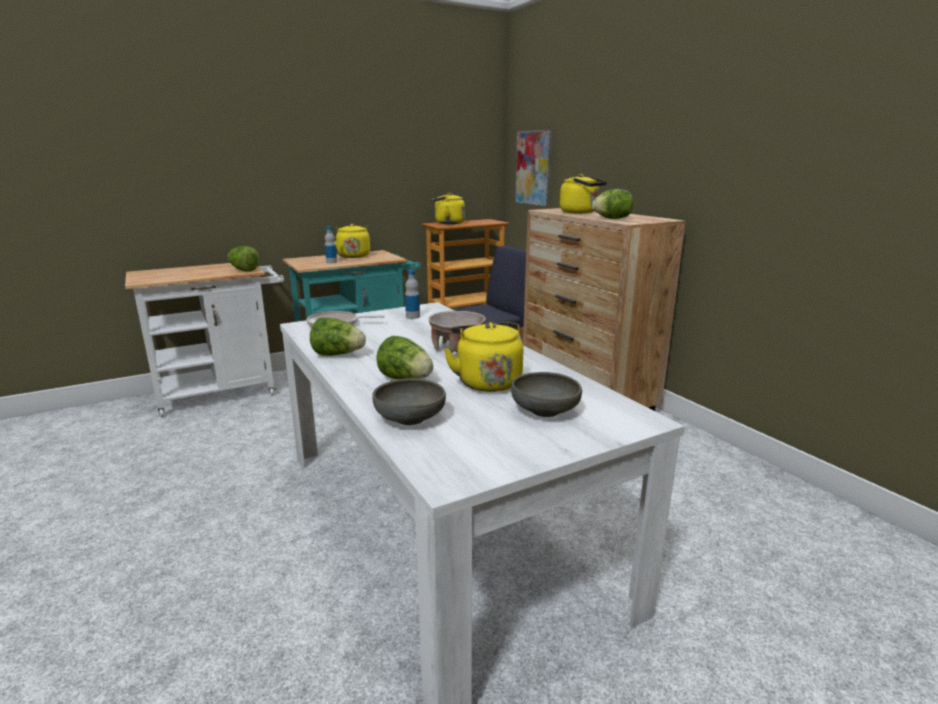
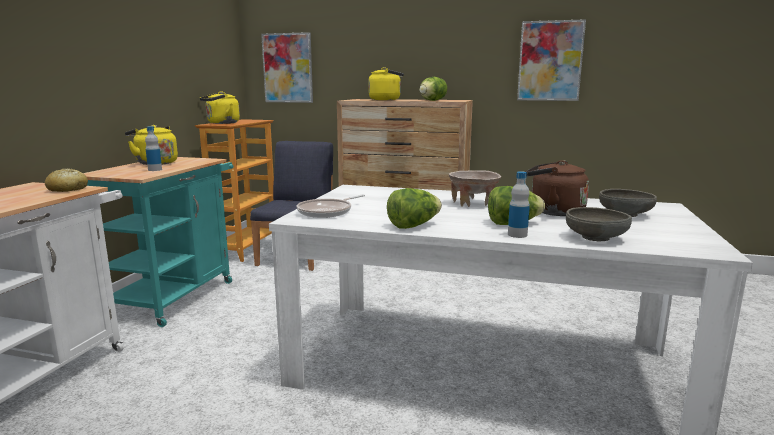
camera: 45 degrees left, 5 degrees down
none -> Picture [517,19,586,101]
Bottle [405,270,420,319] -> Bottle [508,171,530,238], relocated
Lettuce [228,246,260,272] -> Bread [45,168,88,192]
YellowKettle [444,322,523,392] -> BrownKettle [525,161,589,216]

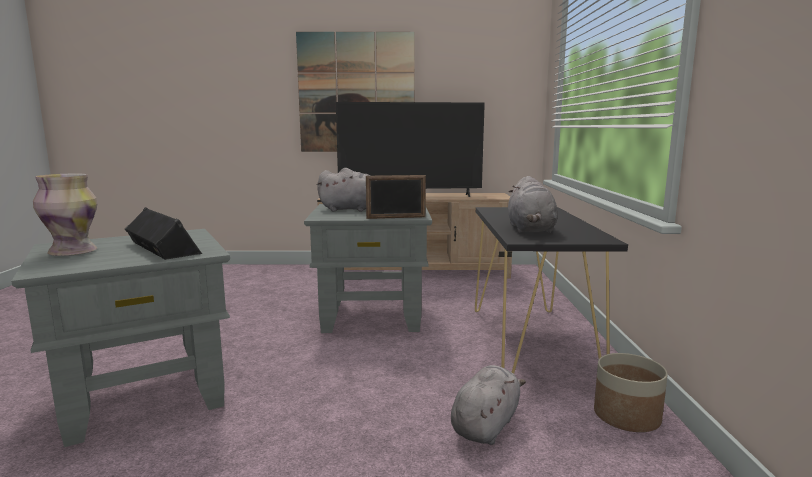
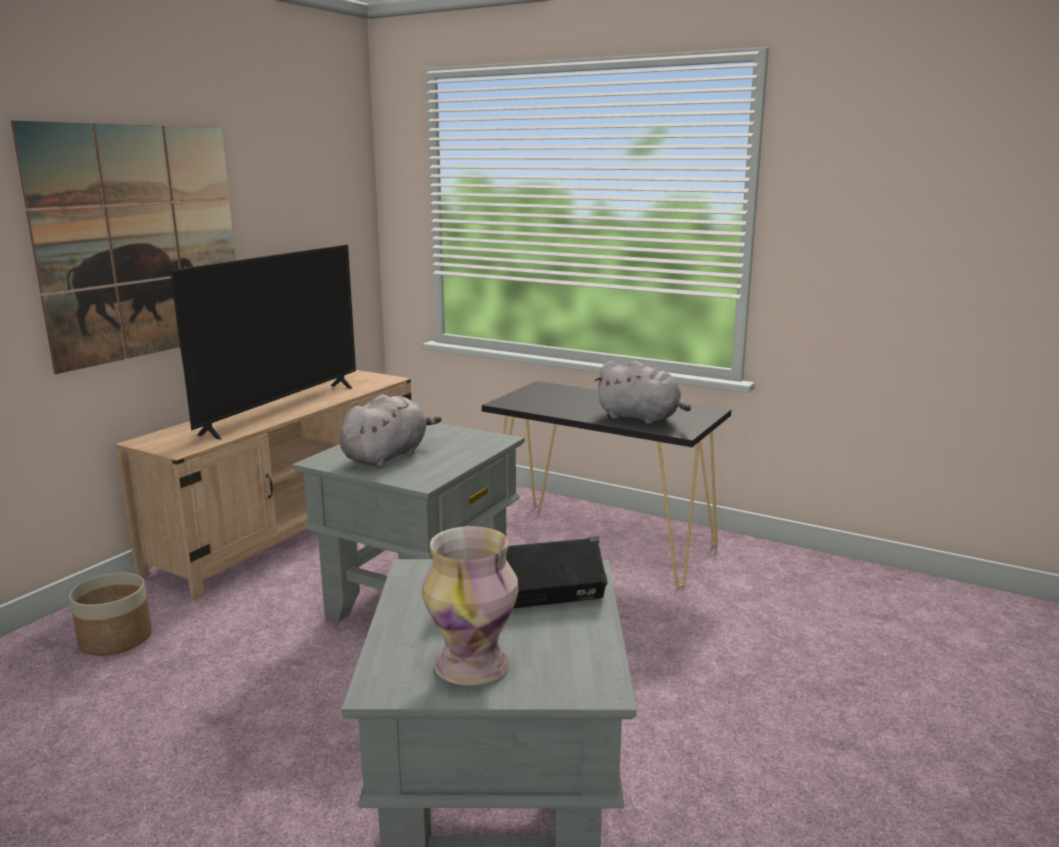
camera: 60 degrees left, 5 degrees up
PictureFrame [366,175,426,219] -> none
GreyPlushToy [451,365,526,445] -> none
Planter [594,353,668,432] -> Planter [69,572,152,656], relocated

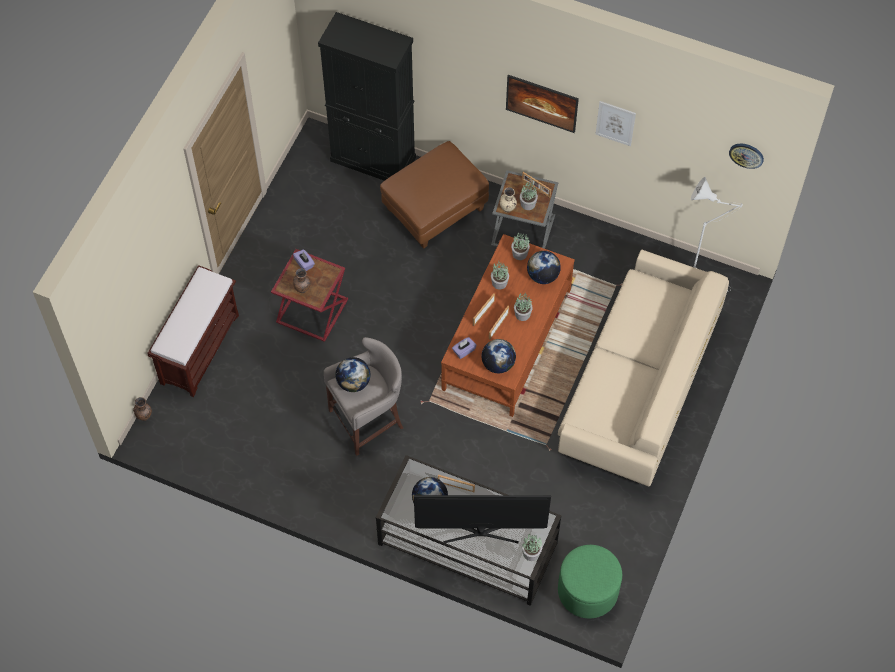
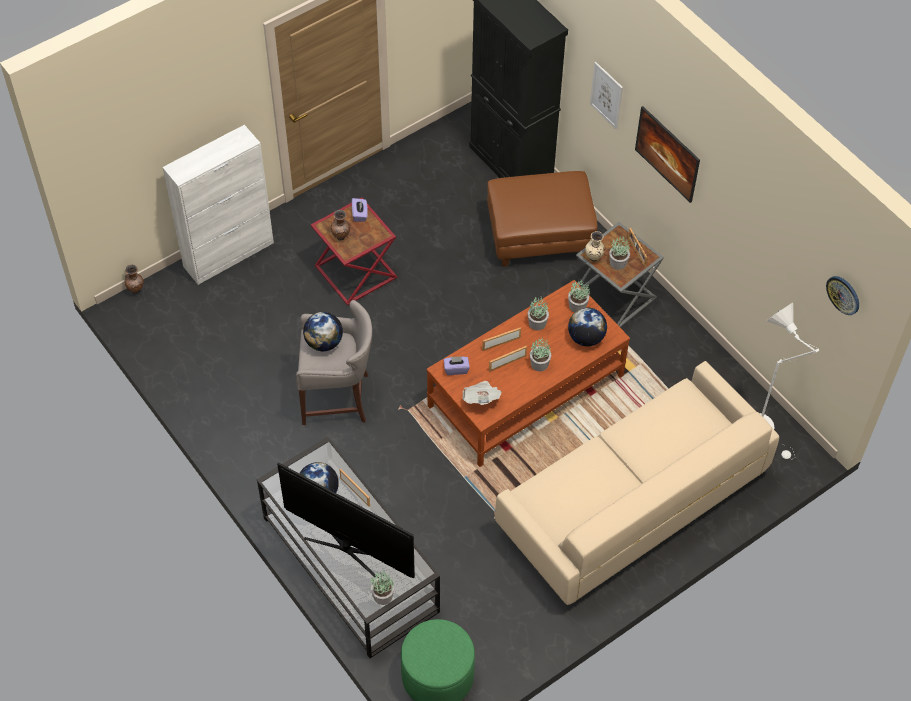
camera: 30 degrees right, 5 degrees down
Picture [596,101,636,146] -> Picture [590,62,623,129], relocated
BrownBench [147,265,239,397] -> WhiteCabinet [163,125,274,285]
Globe [481,339,516,373] -> Newspaper [462,381,502,405]

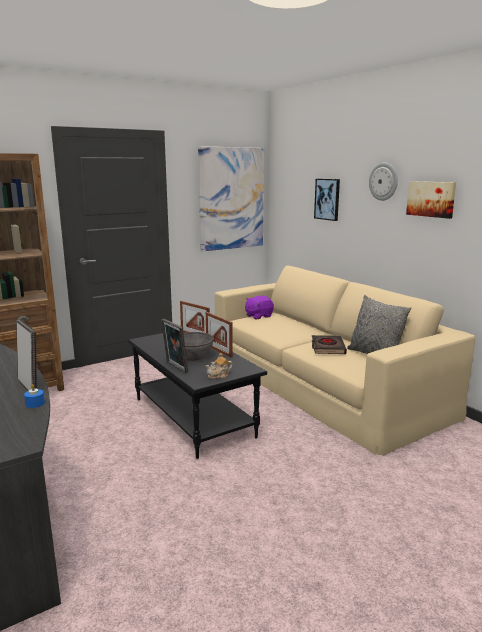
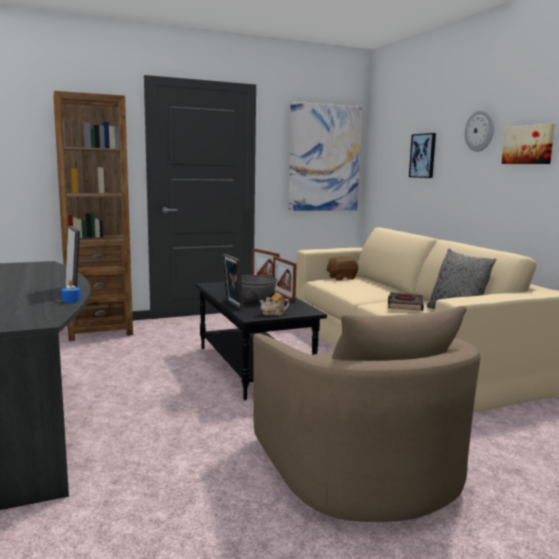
camera: 10 degrees right, 5 degrees down
none -> BeigeArmchair [253,306,480,522]
PurplePlushToy [245,296,274,319] -> BrownPlushToy [326,256,358,280]

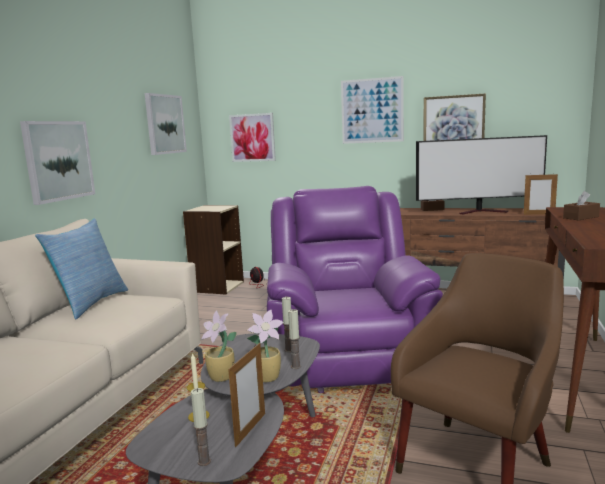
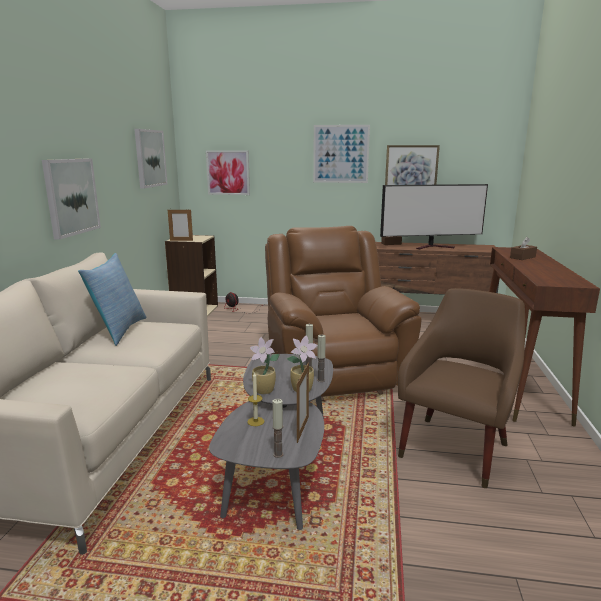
camera: 10 degrees left, 5 degrees up
PictureFrame [524,173,558,215] -> PictureFrame [168,209,193,241], relocated
PurpleArmchair [267,186,443,393] -> BrownArmchair [265,226,421,401]

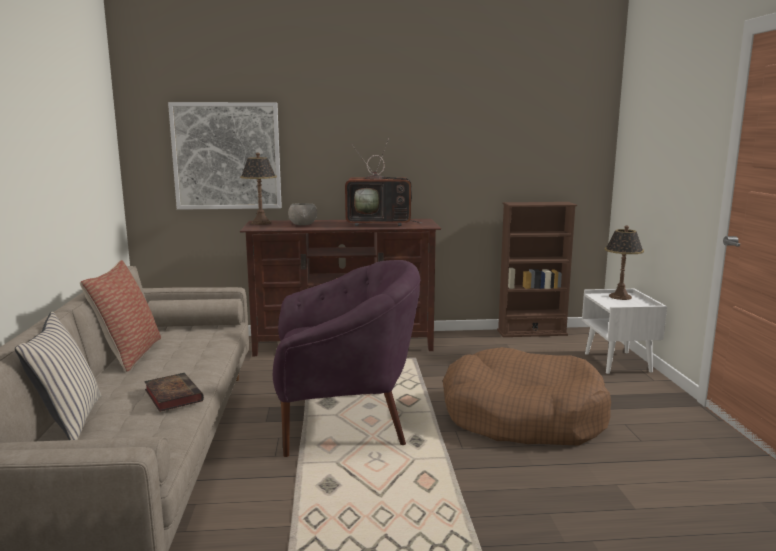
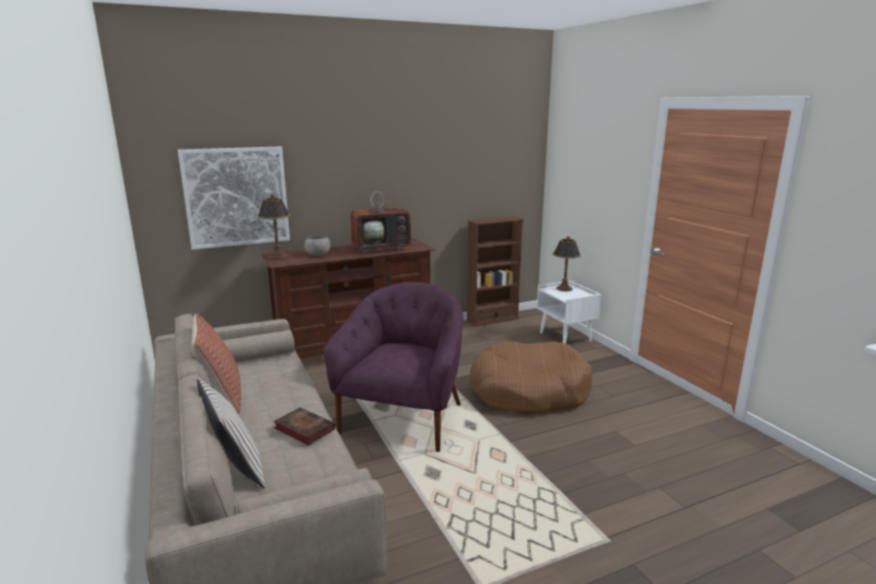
camera: 20 degrees left, 5 degrees up
PurpleArmchair [273,260,420,457] -> PurpleArmchair [323,282,464,452], 45 degrees counterclockwise

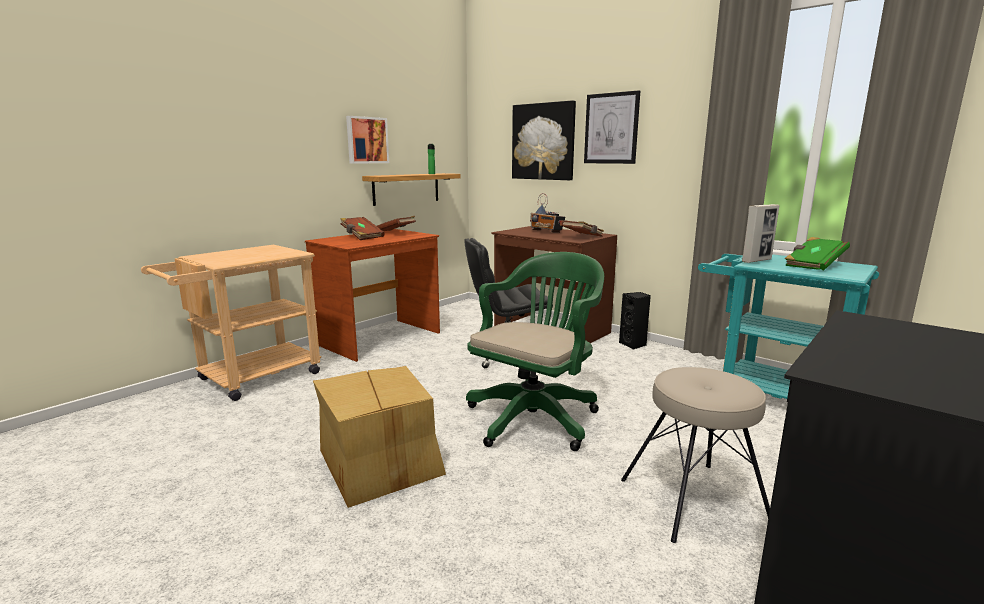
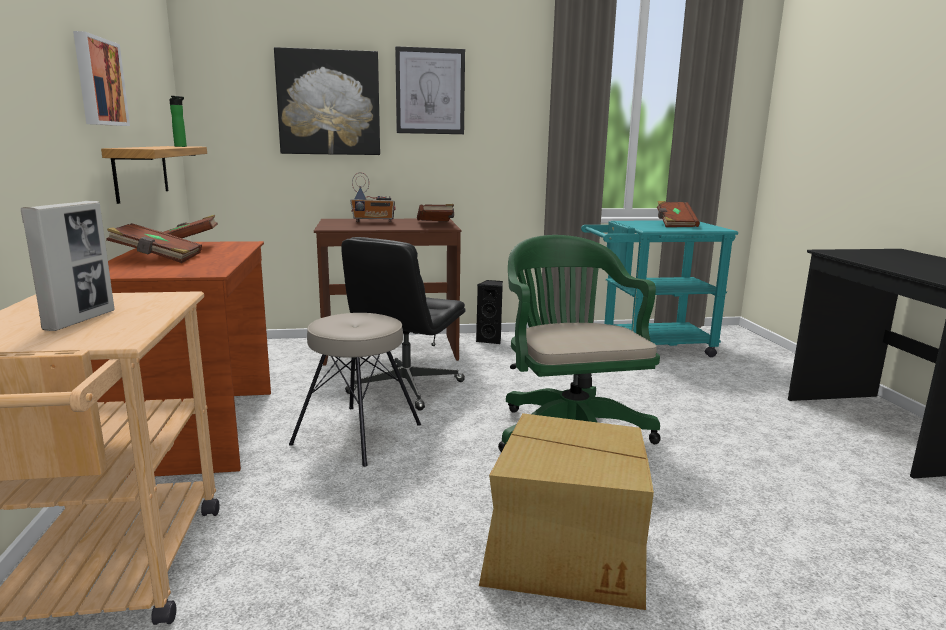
camera: 50 degrees left, 0 degrees up
BeigeStool [621,367,770,543] -> BeigeStool [289,313,421,467], relocated
PictureFrame [742,204,779,263] -> PictureFrame [21,201,115,331], relocated
GreenBook [785,237,850,270] -> BrownBook [657,201,700,227]

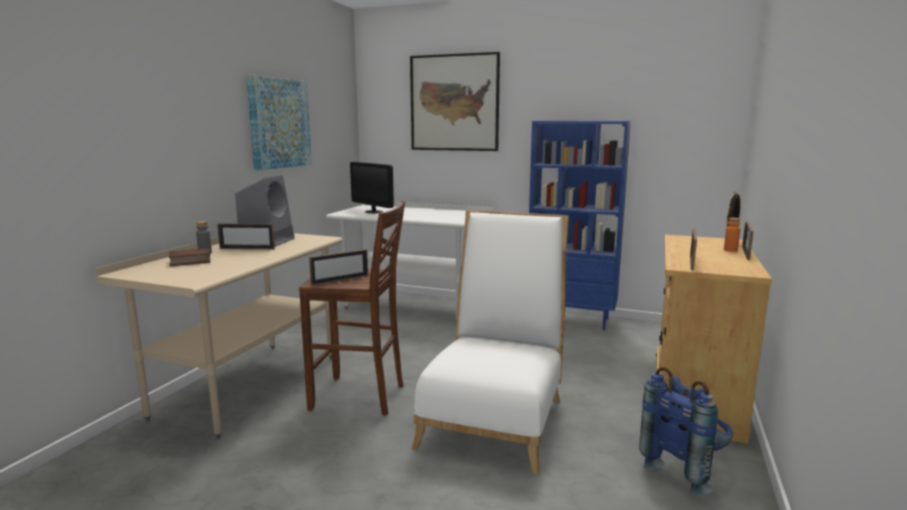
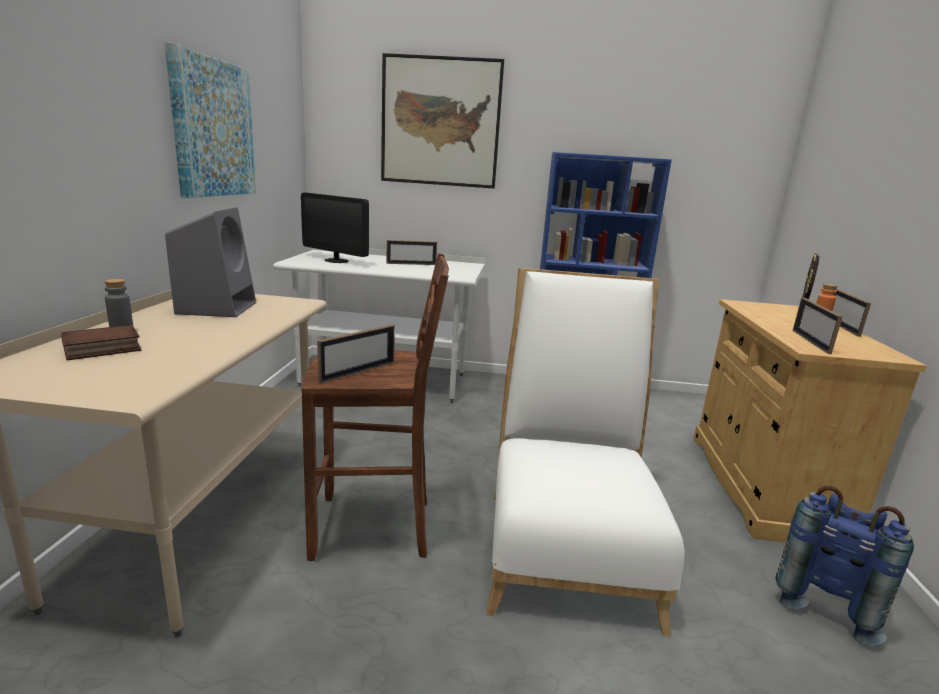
camera: 15 degrees left, 5 degrees up
PictureFrame [217,223,275,249] -> PictureFrame [386,240,437,265], relocated

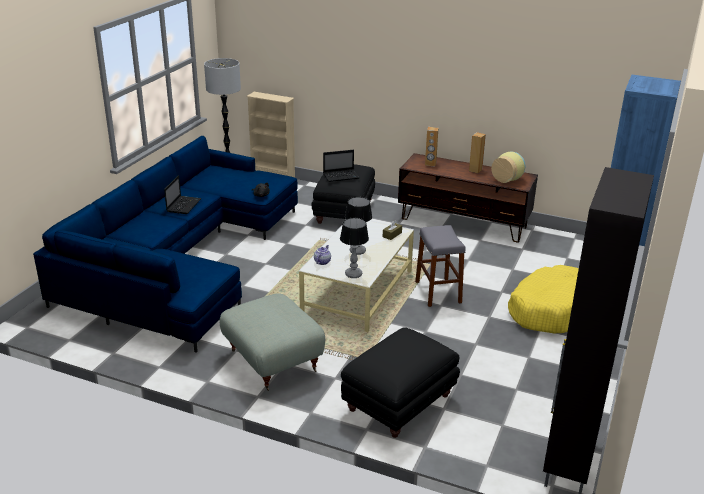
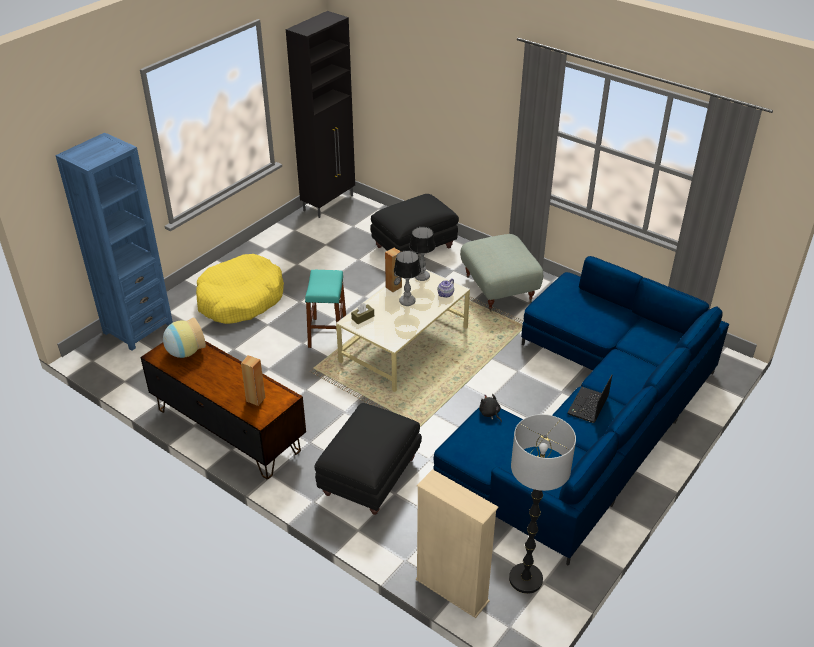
camera: 165 degrees left, 10 degrees up
Laptop [323,150,359,182] -> none
BrownSpeaker [469,132,486,173] -> BrownSpeaker [385,248,402,292], relocated
GreyStool [415,225,465,307] -> TurquoiseStool [305,270,346,348]

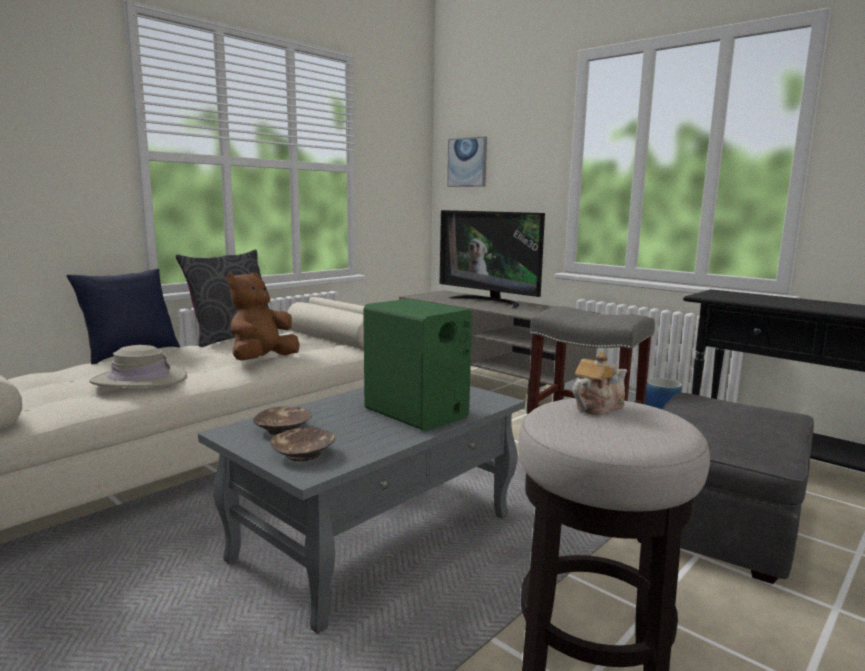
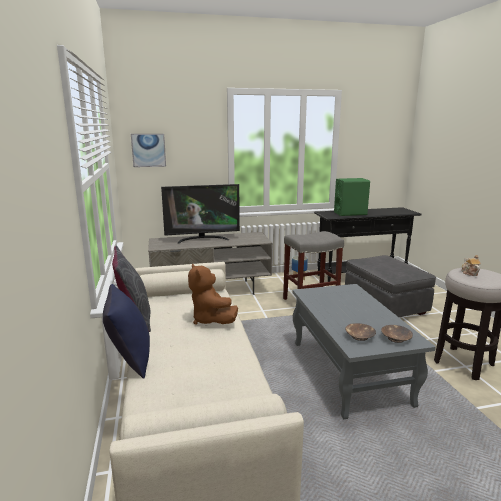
camera: 55 degrees left, 5 degrees up
BeigeHat [89,345,187,387] -> none
GreenSpeaker [363,299,472,431] -> GreenSpeaker [334,178,370,216], relocated

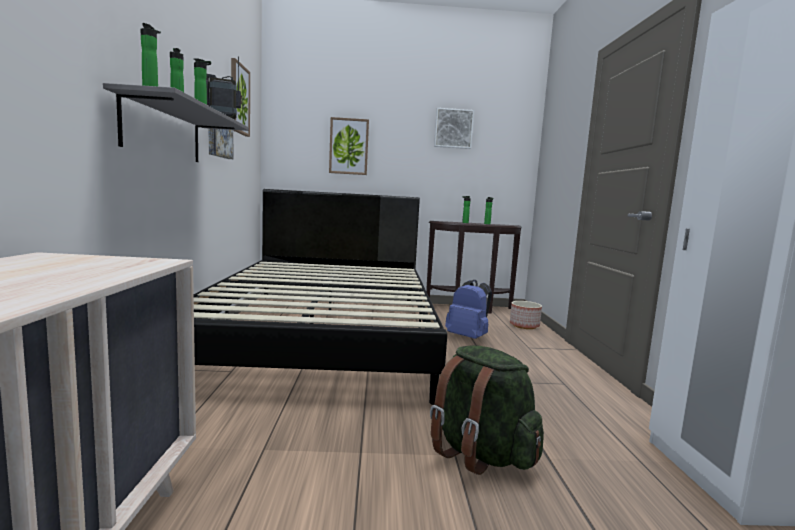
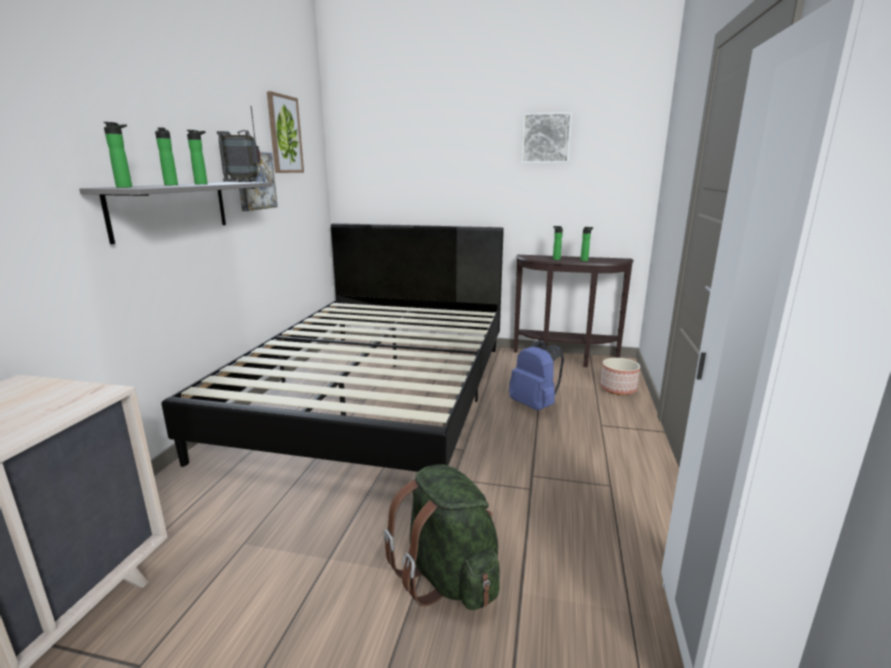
camera: 15 degrees right, 10 degrees up
Picture [329,117,369,175] -> none

